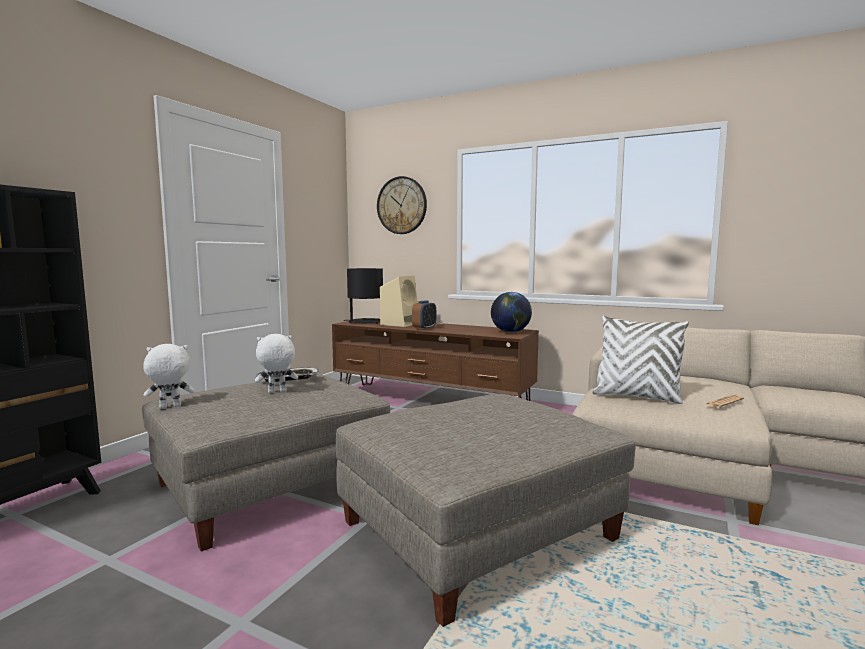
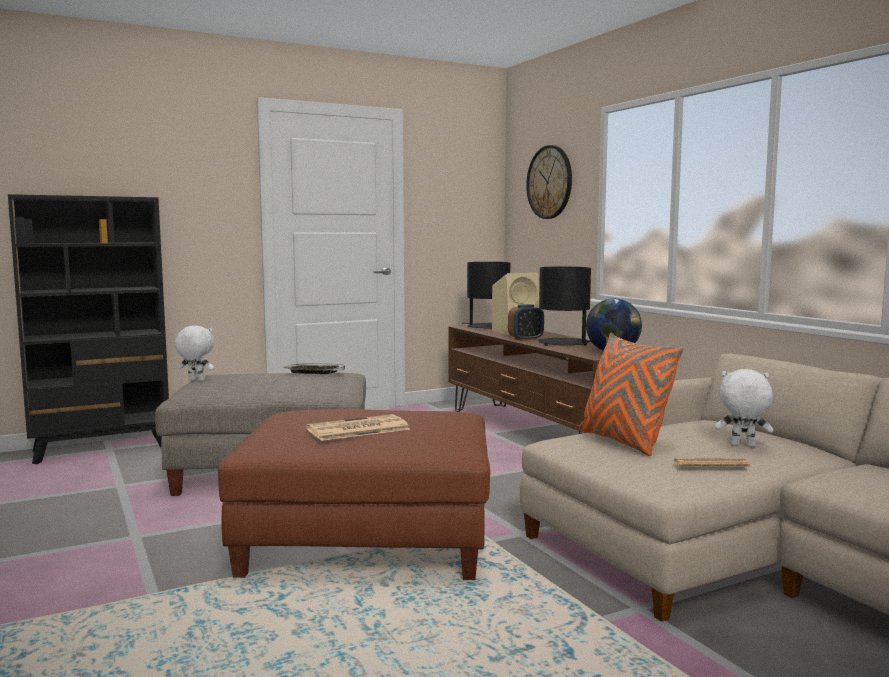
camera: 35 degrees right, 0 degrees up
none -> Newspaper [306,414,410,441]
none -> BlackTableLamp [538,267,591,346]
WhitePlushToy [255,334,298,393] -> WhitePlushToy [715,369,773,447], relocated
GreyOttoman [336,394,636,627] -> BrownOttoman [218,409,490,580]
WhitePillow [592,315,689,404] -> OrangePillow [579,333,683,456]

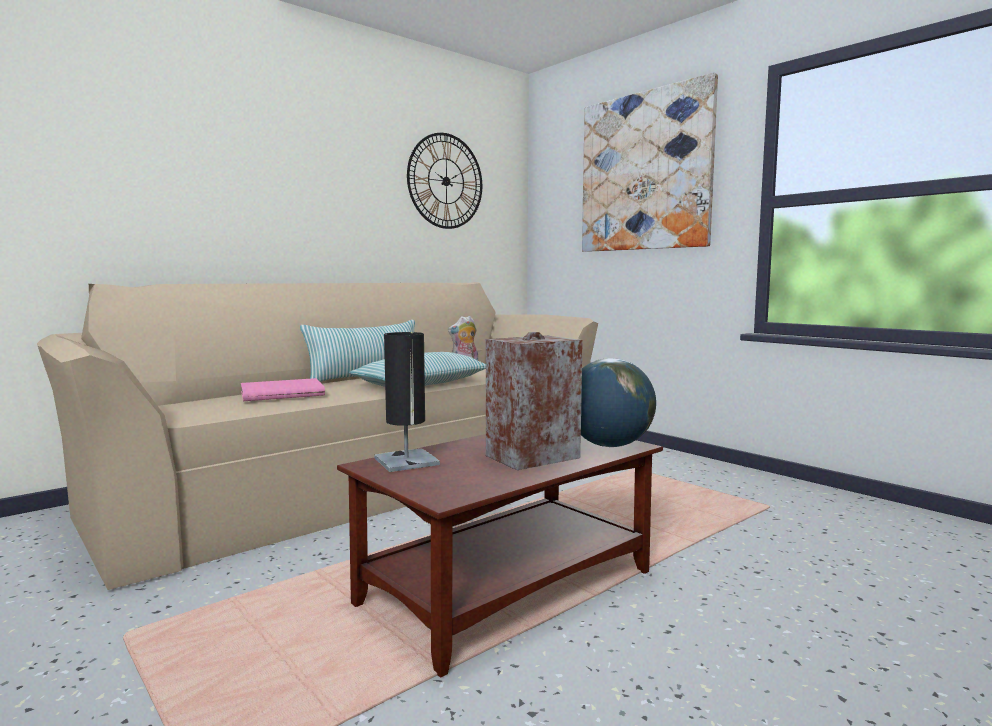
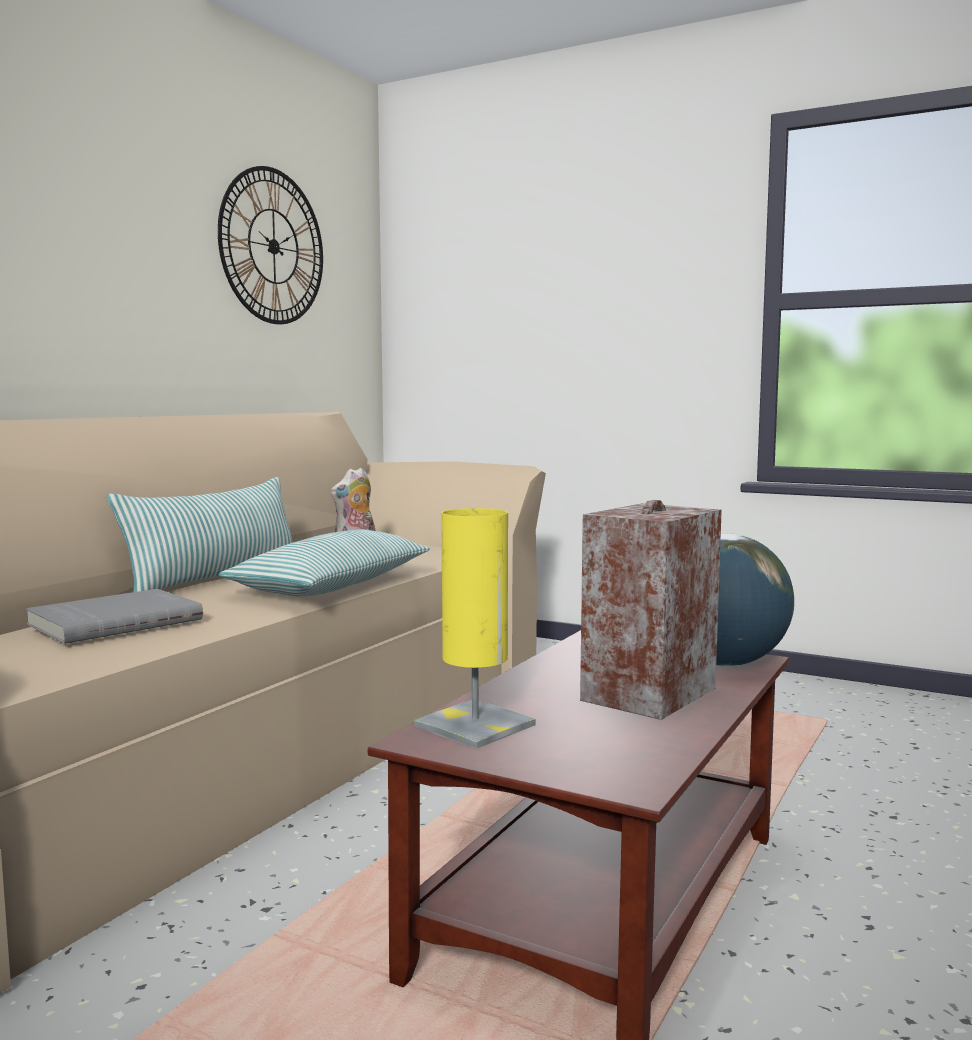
camera: 20 degrees left, 0 degrees up
Picture [582,73,718,252] -> none
PinkBook [241,378,325,401] -> GreyBook [26,589,203,644]
BlackTableLamp [374,332,440,472] -> YellowTableLamp [414,508,536,749]

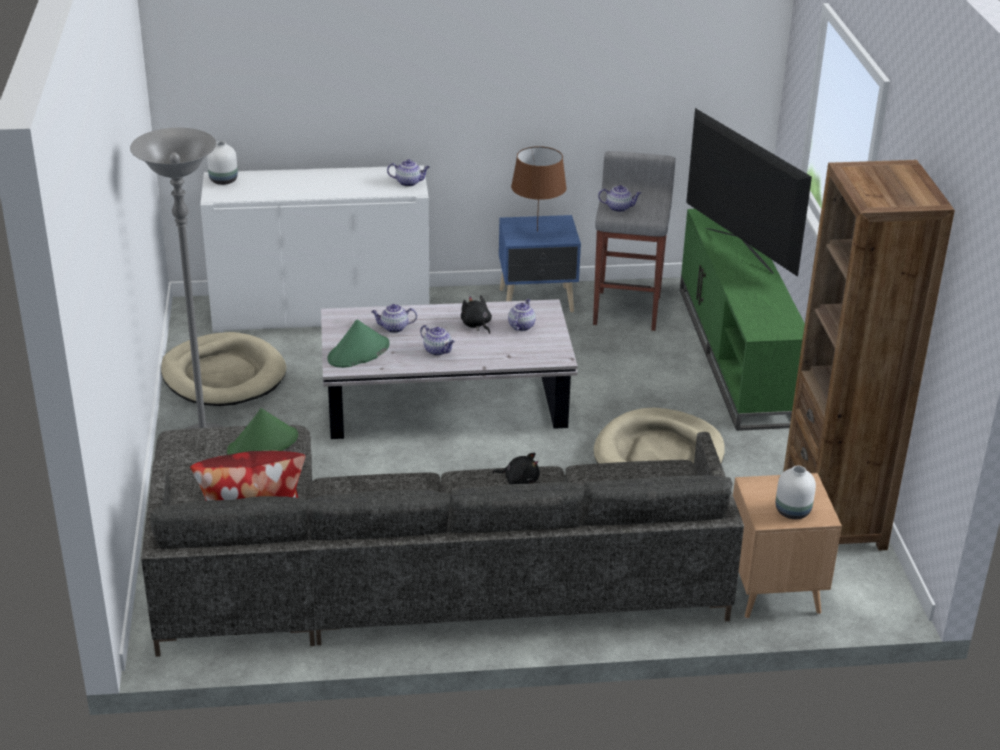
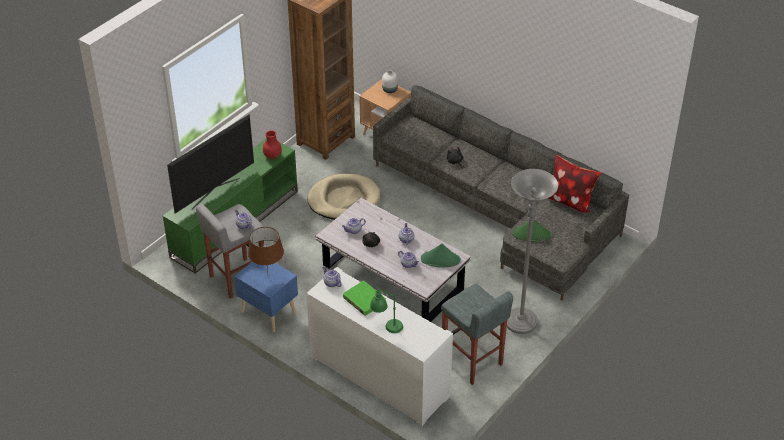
camera: 135 degrees left, 10 degrees up
WhiteVase [207,141,238,185] -> none
none -> RedVase [263,130,282,160]
none -> GreenBook [343,280,386,316]
none -> GreenTableLamp [370,288,403,333]
BeigeDogBed [161,332,286,406] -> GreyStool [441,284,513,385]
Television [686,108,812,277] -> Television [167,114,254,213], 150 degrees counterclockwise

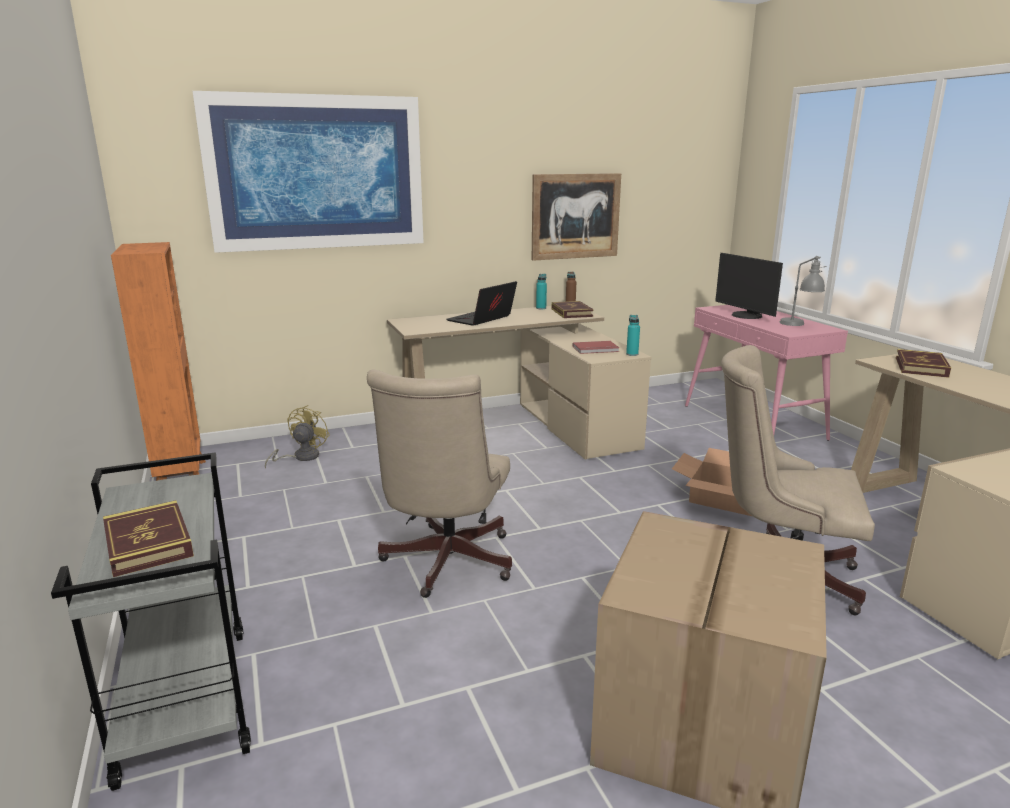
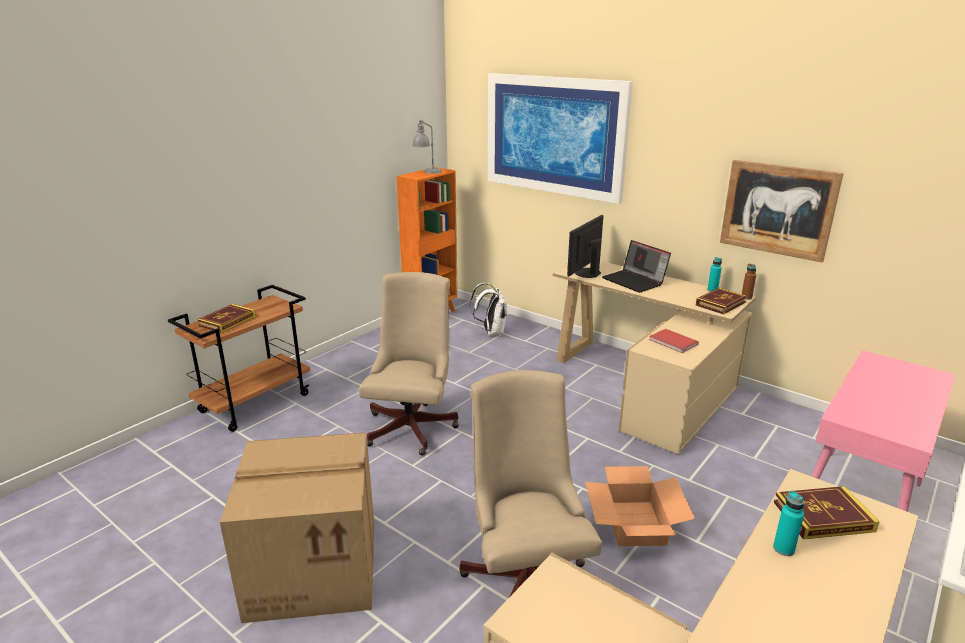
camera: 60 degrees right, 5 degrees up
TurquoiseBottle [626,315,640,356] -> TurquoiseBottle [773,491,804,556], relocated
Monitor [715,253,783,319] -> Monitor [567,215,603,278], relocated
GreyTableLamp [779,256,827,326] -> GreyTableLamp [412,120,442,174], relocated
YellowFan [265,405,330,469] -> WhiteBackpack [470,283,508,335]
GreyCart [51,452,251,791] -> BrownCart [168,285,310,432]
BeigeOfficeChair [367,370,512,598] -> BeigeOfficeChair [359,272,459,456], 120 degrees clockwise
Laptop [447,281,517,326] -> Laptop [602,240,671,293], 135 degrees counterclockwise

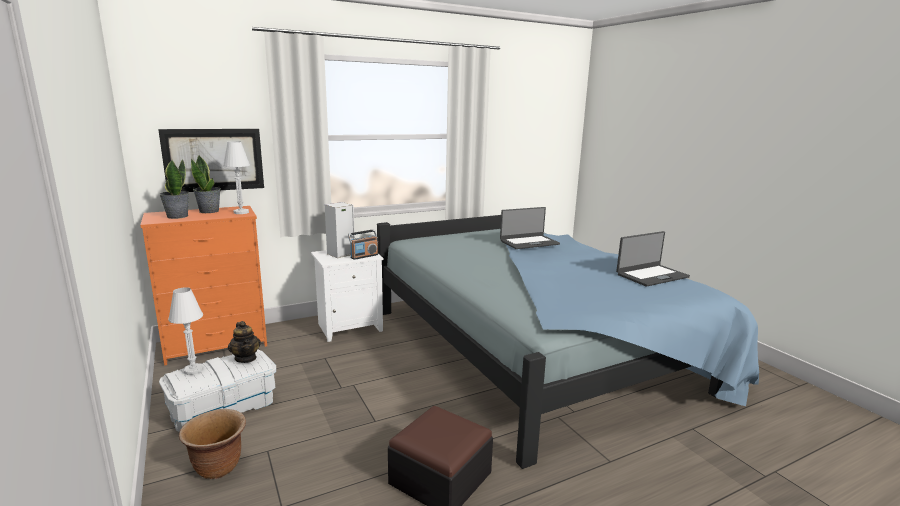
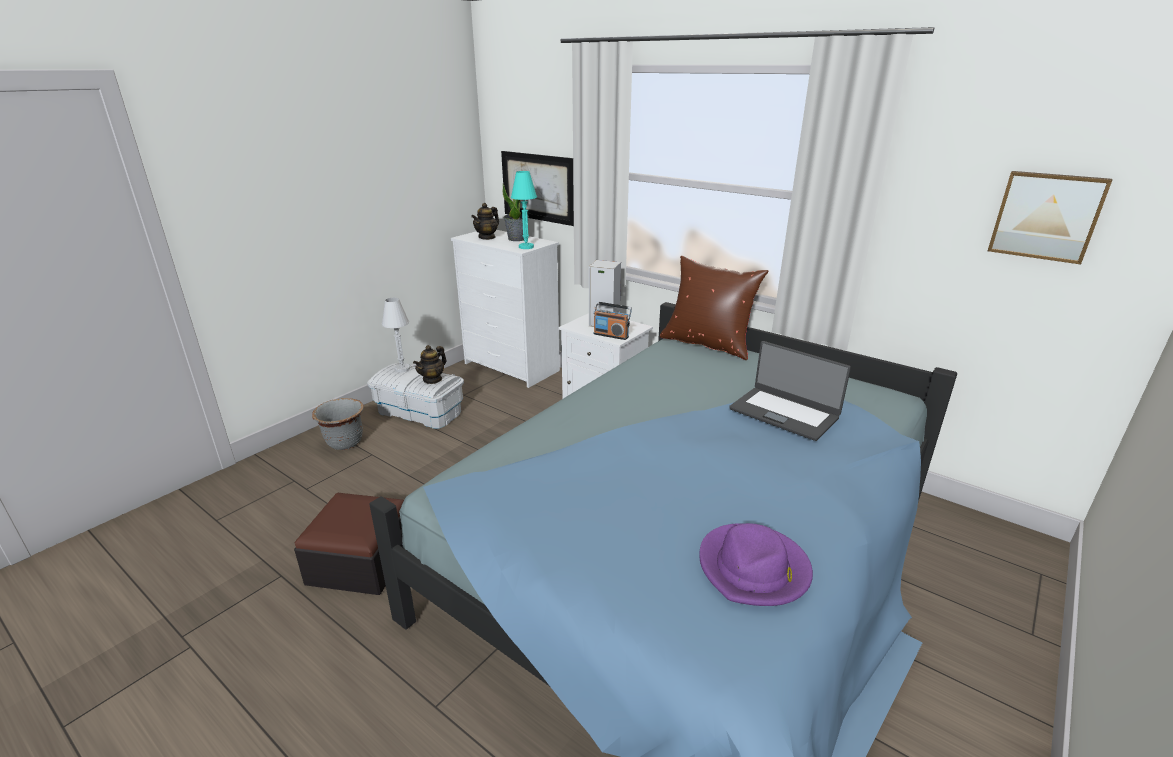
camera: 65 degrees right, 10 degrees up
none -> BrownPillow [660,256,768,360]
none -> Picture [988,171,1112,264]
PottedPlant [159,159,189,219] -> Teapot [471,203,499,240]
Laptop [616,231,690,287] -> PurpleHat [699,523,813,606]
OrangeDresser [140,206,267,366] -> WhiteDresser [451,230,560,388]
BrownPlanter [179,409,246,479] -> GreyPlanter [312,398,364,450]
WhiteTableLamp [223,141,250,214] -> TurquoiseTableLamp [511,171,537,249]

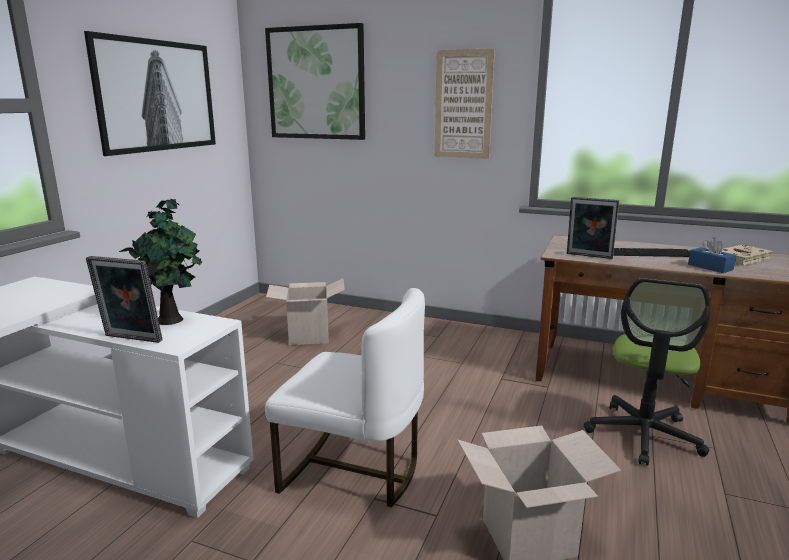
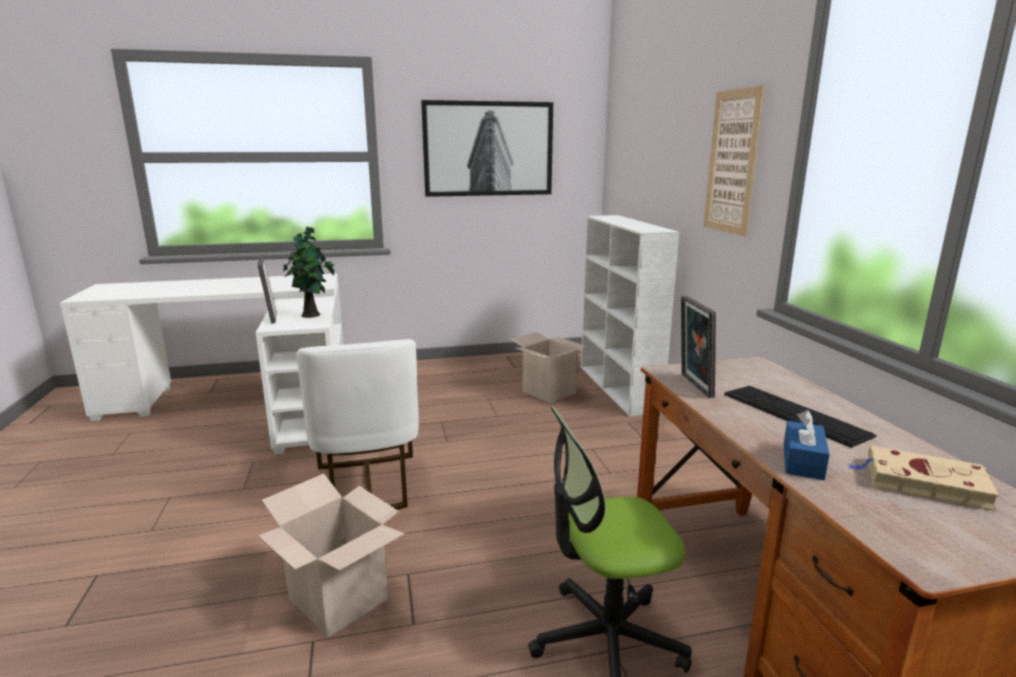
camera: 55 degrees right, 0 degrees up
Picture [265,23,365,140] -> none
none -> WhiteBookcase [581,215,679,416]

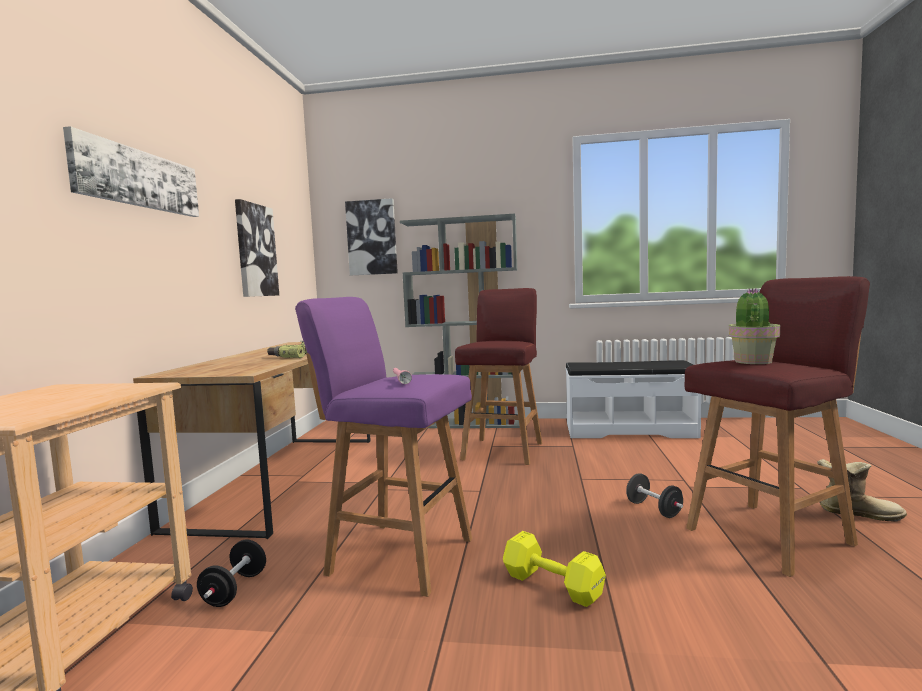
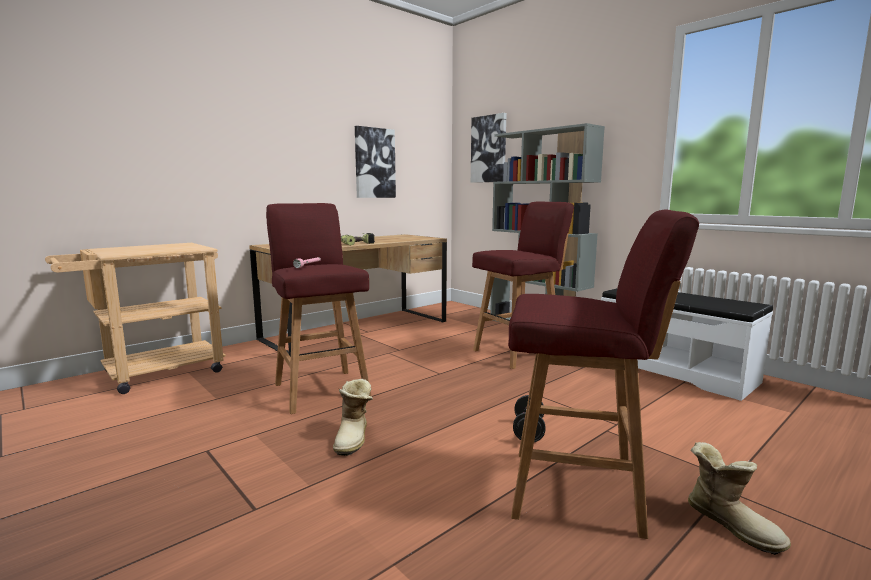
camera: 40 degrees right, 5 degrees up
Picture [63,126,199,217] -> none
BlackDumbbell [197,540,266,607] -> none
PottedPlant [729,288,780,364] -> none
YellowDumbbell [503,531,606,607] -> Boot [333,379,373,456]
PurpleStool [295,297,472,597] -> RedStool [266,203,372,414]

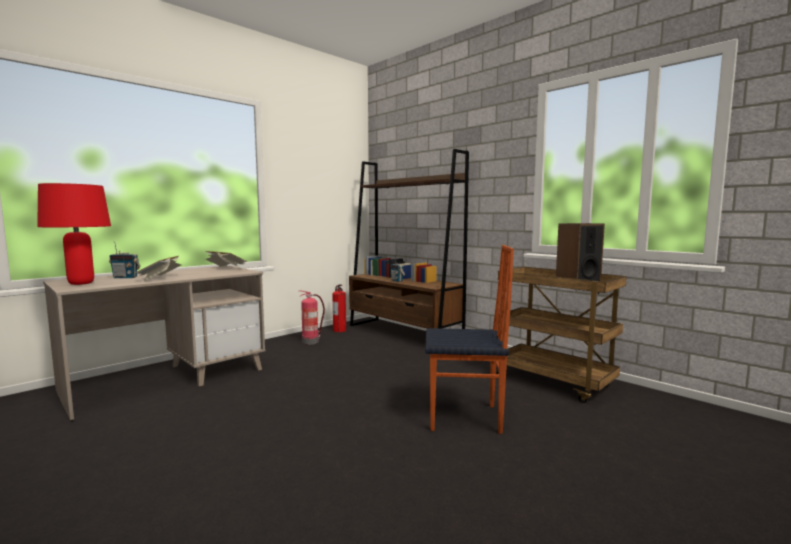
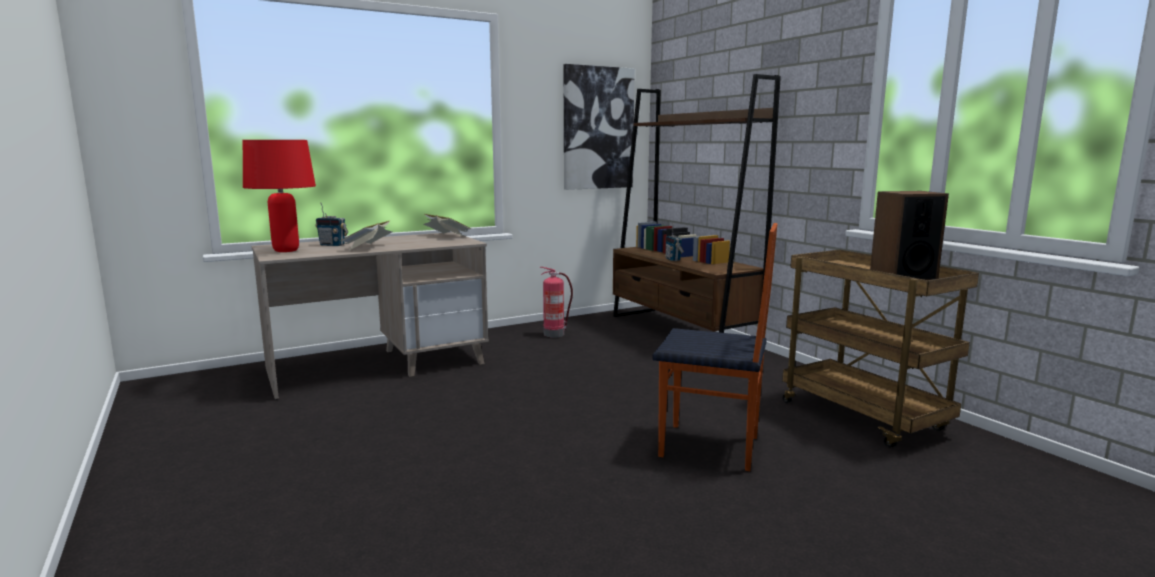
camera: 15 degrees right, 5 degrees up
FireExtinguisher [332,285,346,332] -> none
none -> Picture [563,64,635,190]

